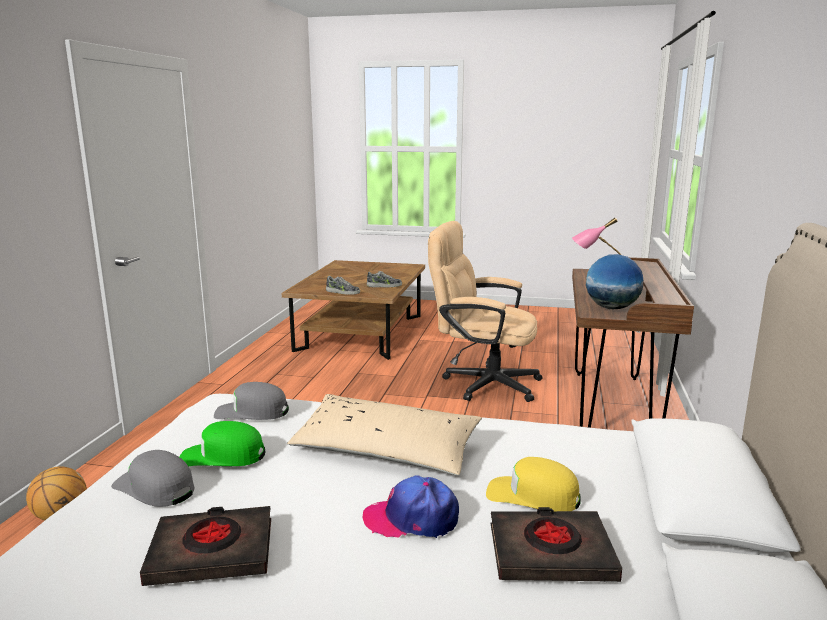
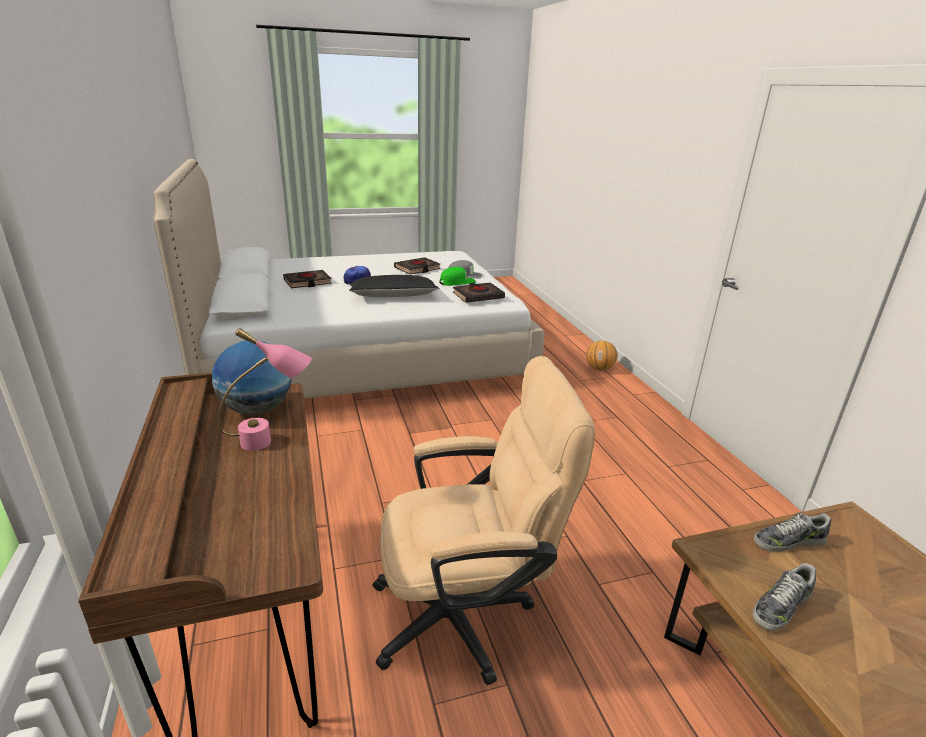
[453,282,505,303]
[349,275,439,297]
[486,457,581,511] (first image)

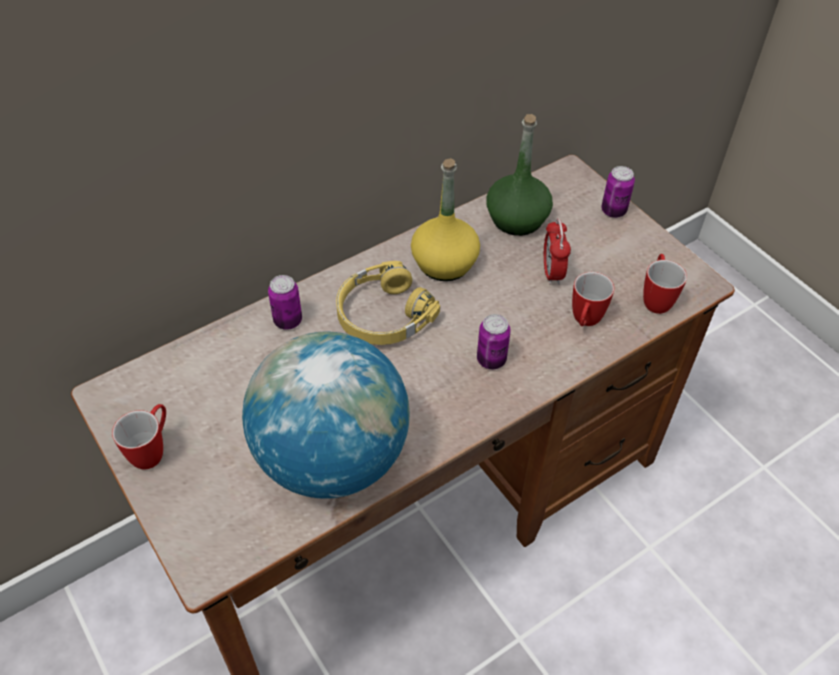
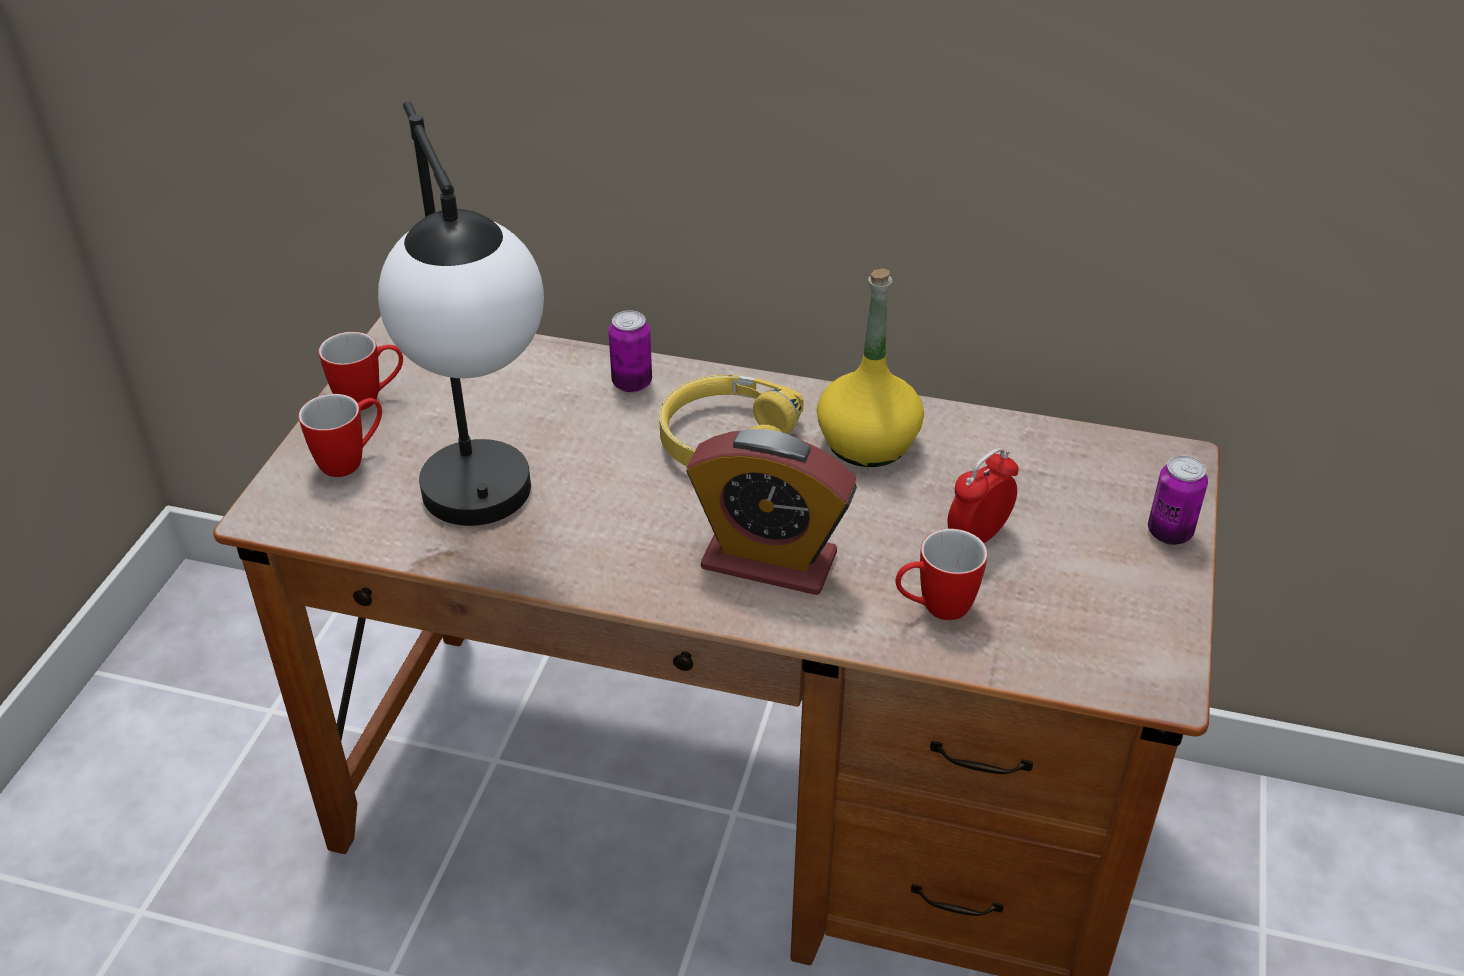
[486,114,553,236] (first image)
[298,394,382,477]
[686,429,857,595]
[378,101,544,526]

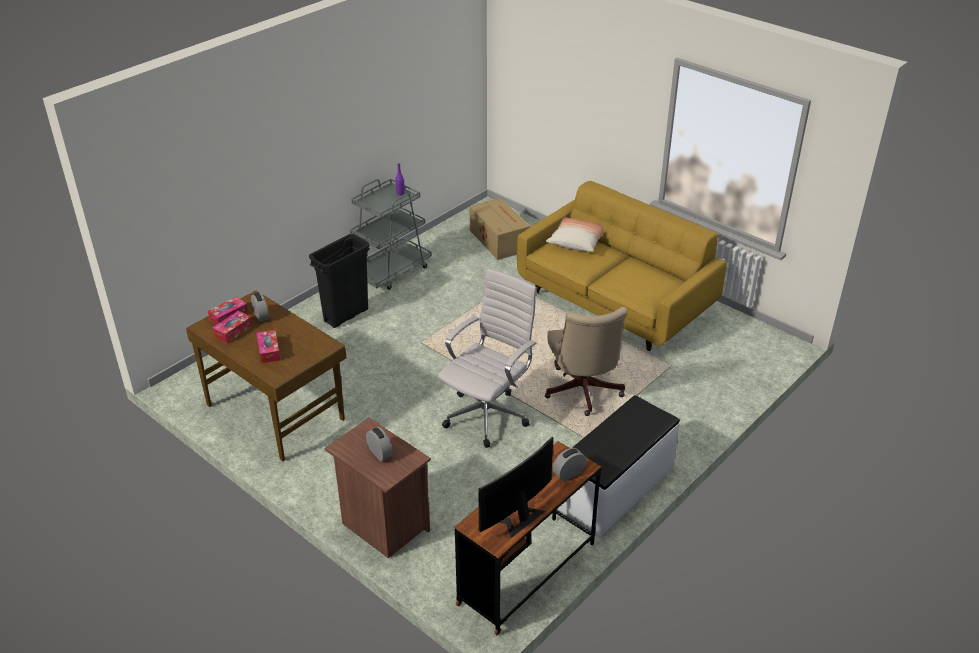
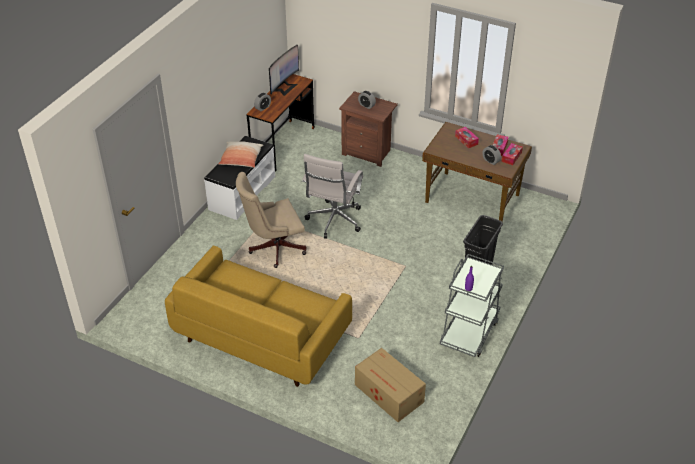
[218,141,263,168]
[236,172,307,268]

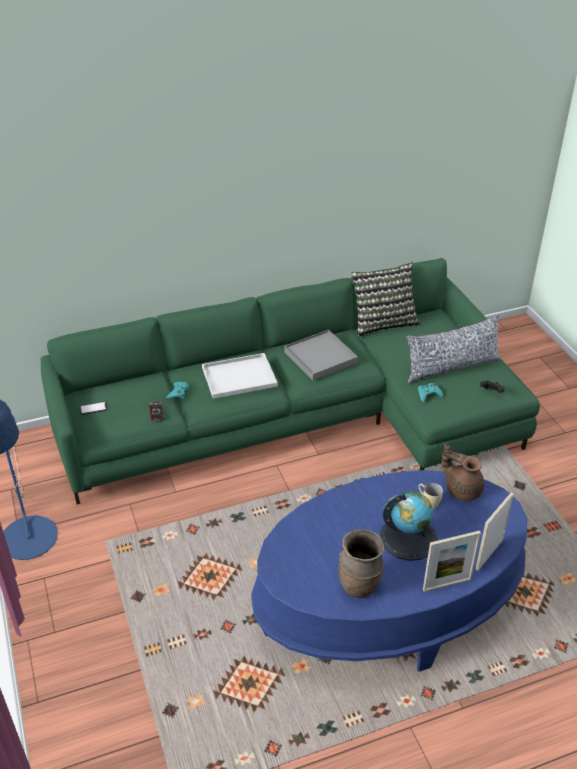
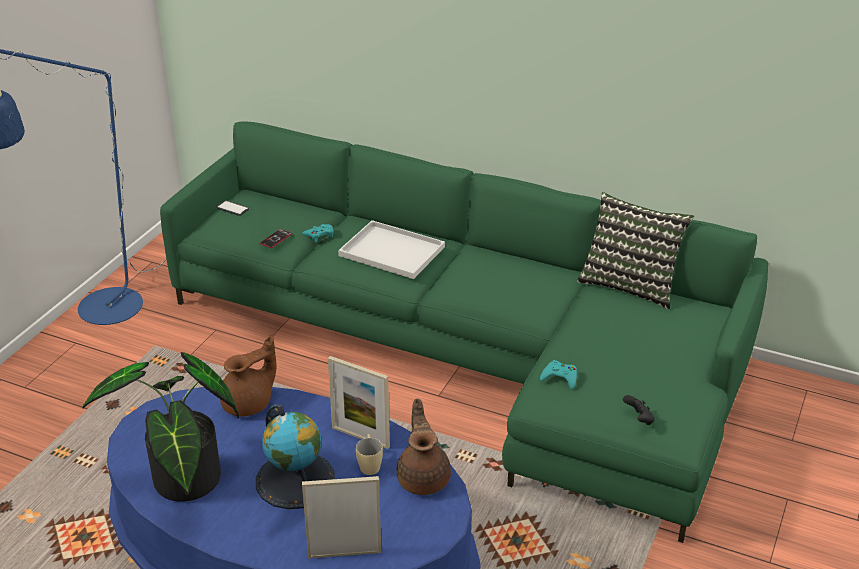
[406,314,502,383] (first image)
[285,330,358,380] (first image)
[82,352,239,501]
[328,356,390,449]
[220,336,277,416]

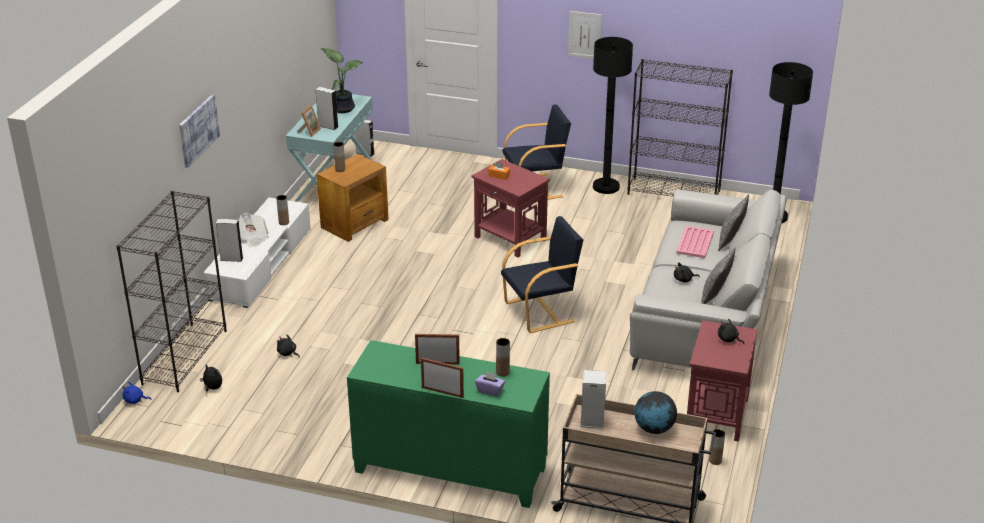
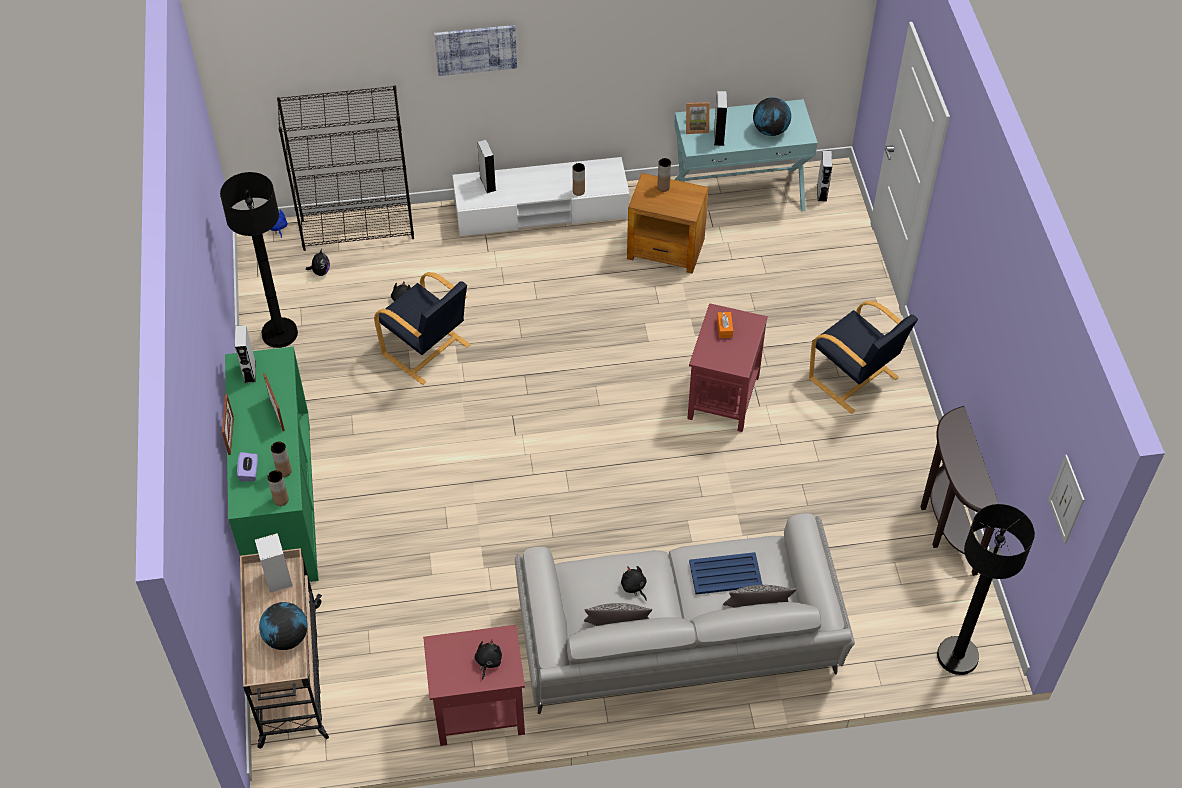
[1048,455,1085,544]
[220,172,298,348]
[753,97,791,136]
[921,406,999,576]
[238,213,269,247] (first image)
[374,272,471,385]
[689,552,763,595]
[267,470,289,506]
[235,325,256,383]

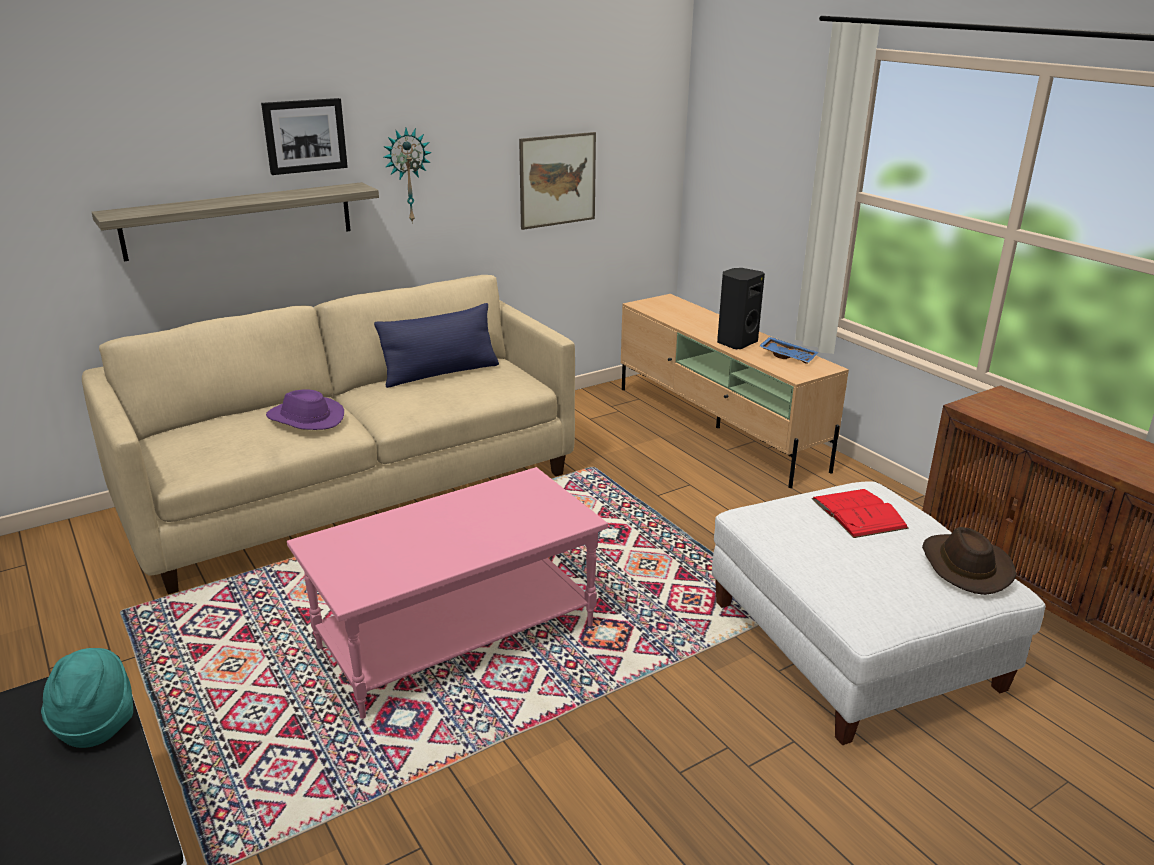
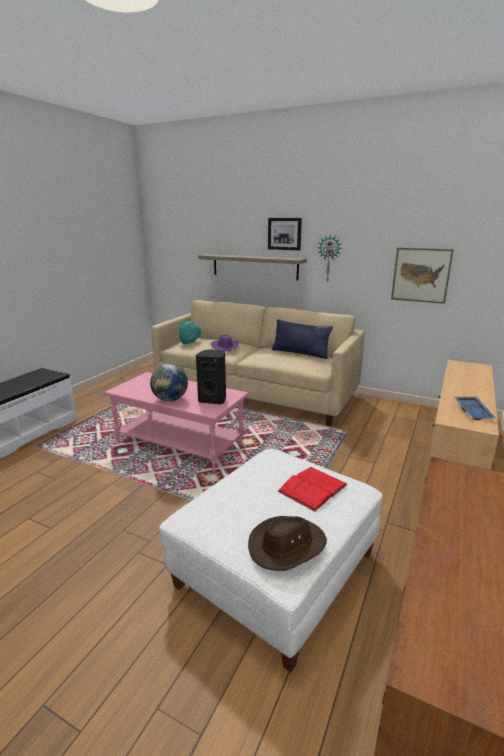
[196,349,226,404]
[179,321,201,344]
[150,364,188,402]

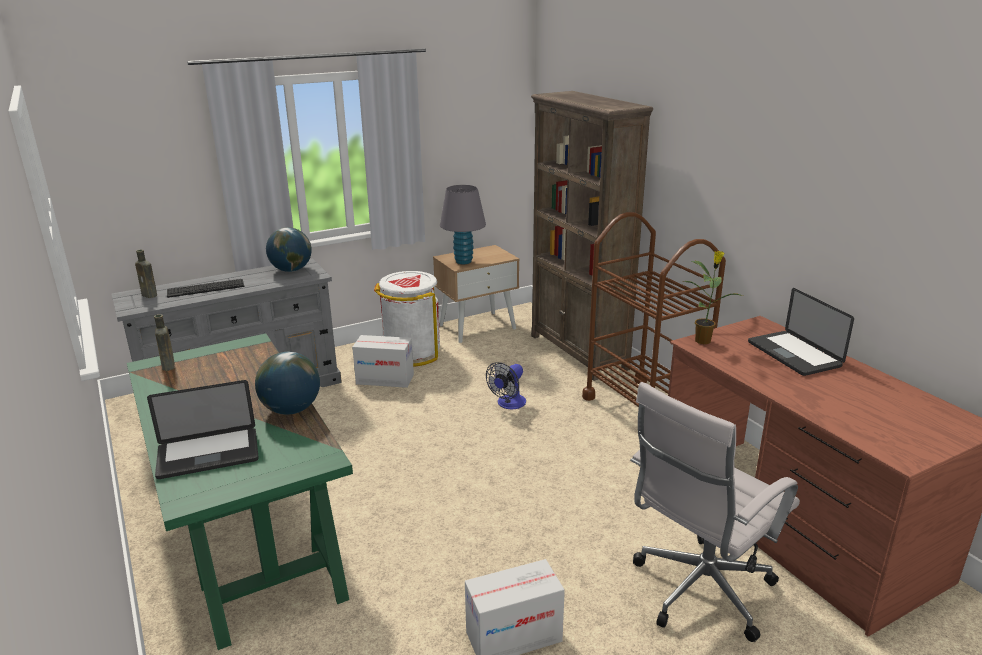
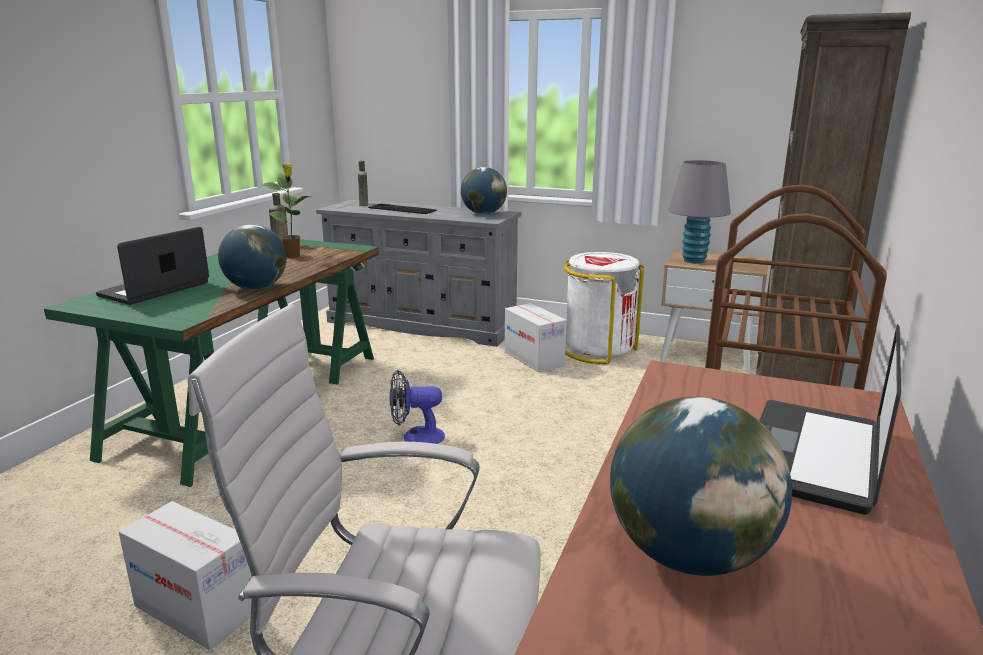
[260,164,310,258]
[390,370,445,444]
[96,227,209,305]
[610,397,792,576]

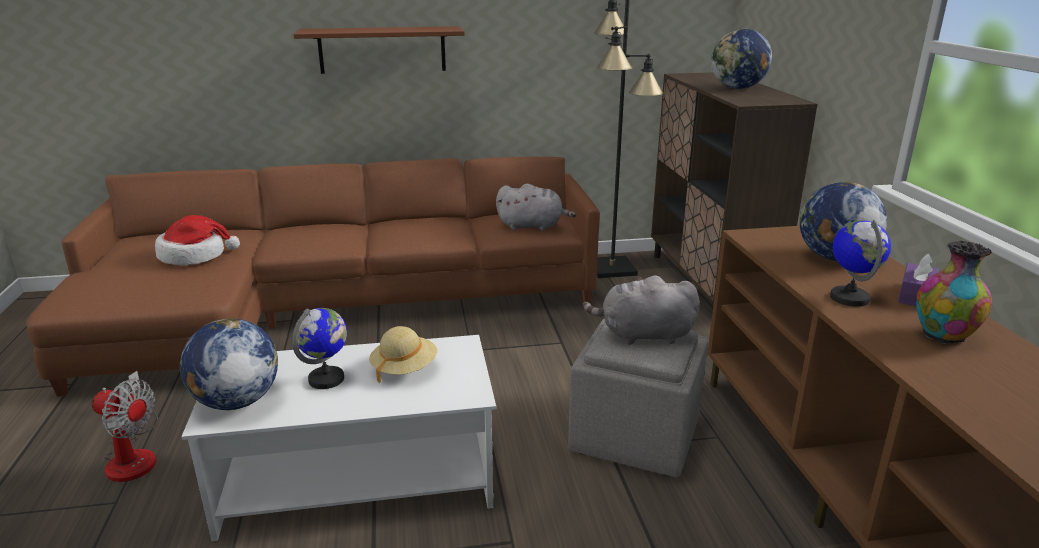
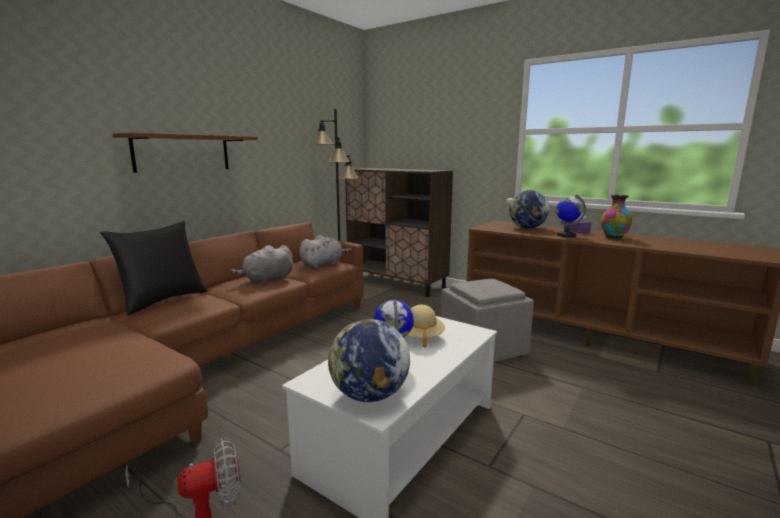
[711,29,772,89] (first image)
[155,215,240,265] (first image)
[230,245,293,284]
[100,221,208,316]

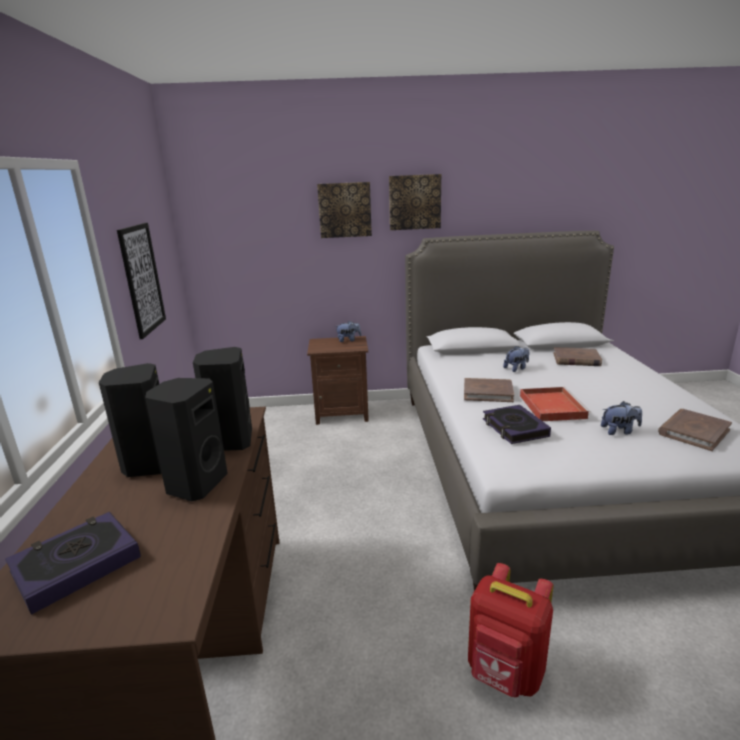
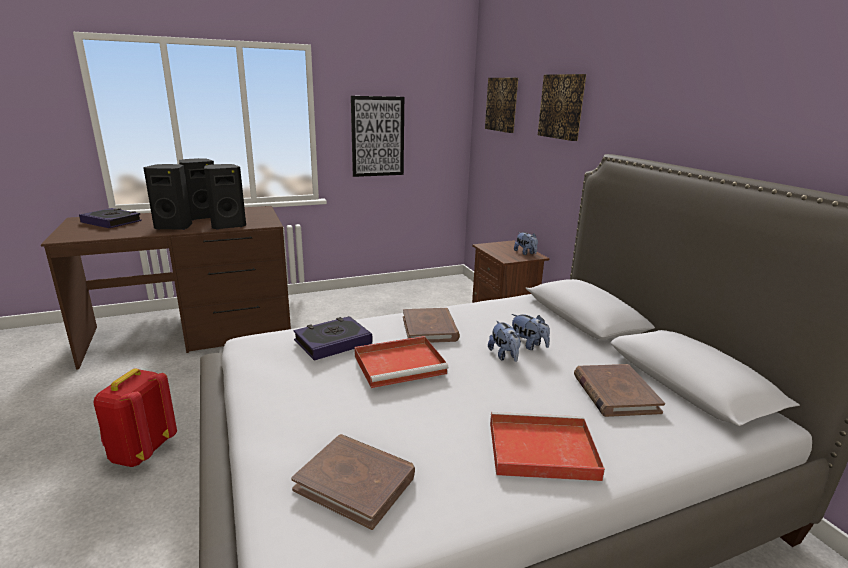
[485,78,518,133]
[488,321,521,362]
[490,412,605,481]

